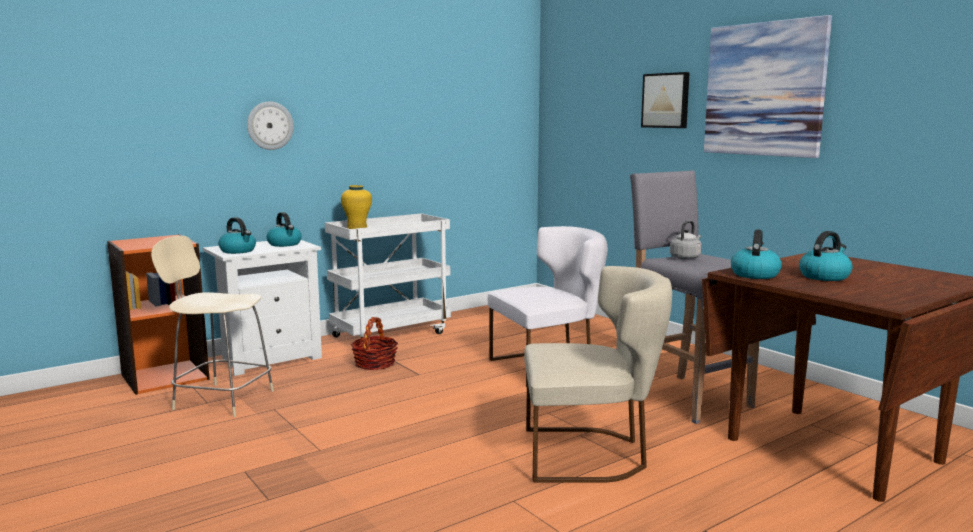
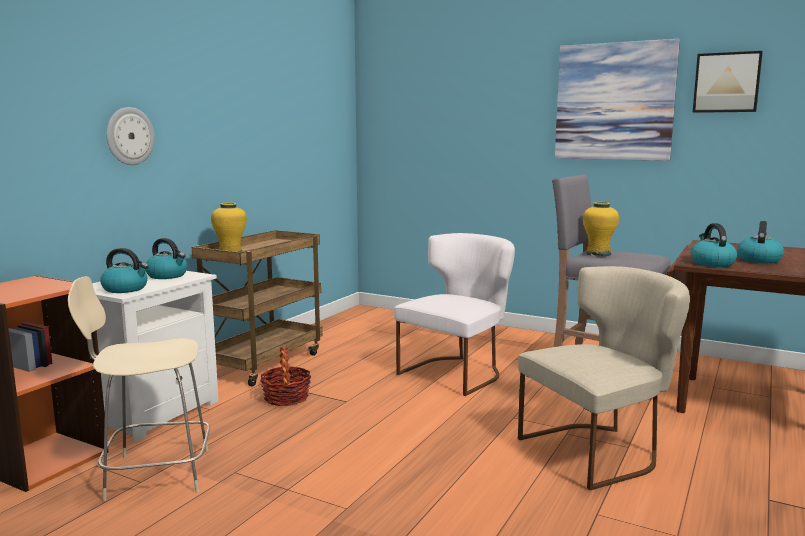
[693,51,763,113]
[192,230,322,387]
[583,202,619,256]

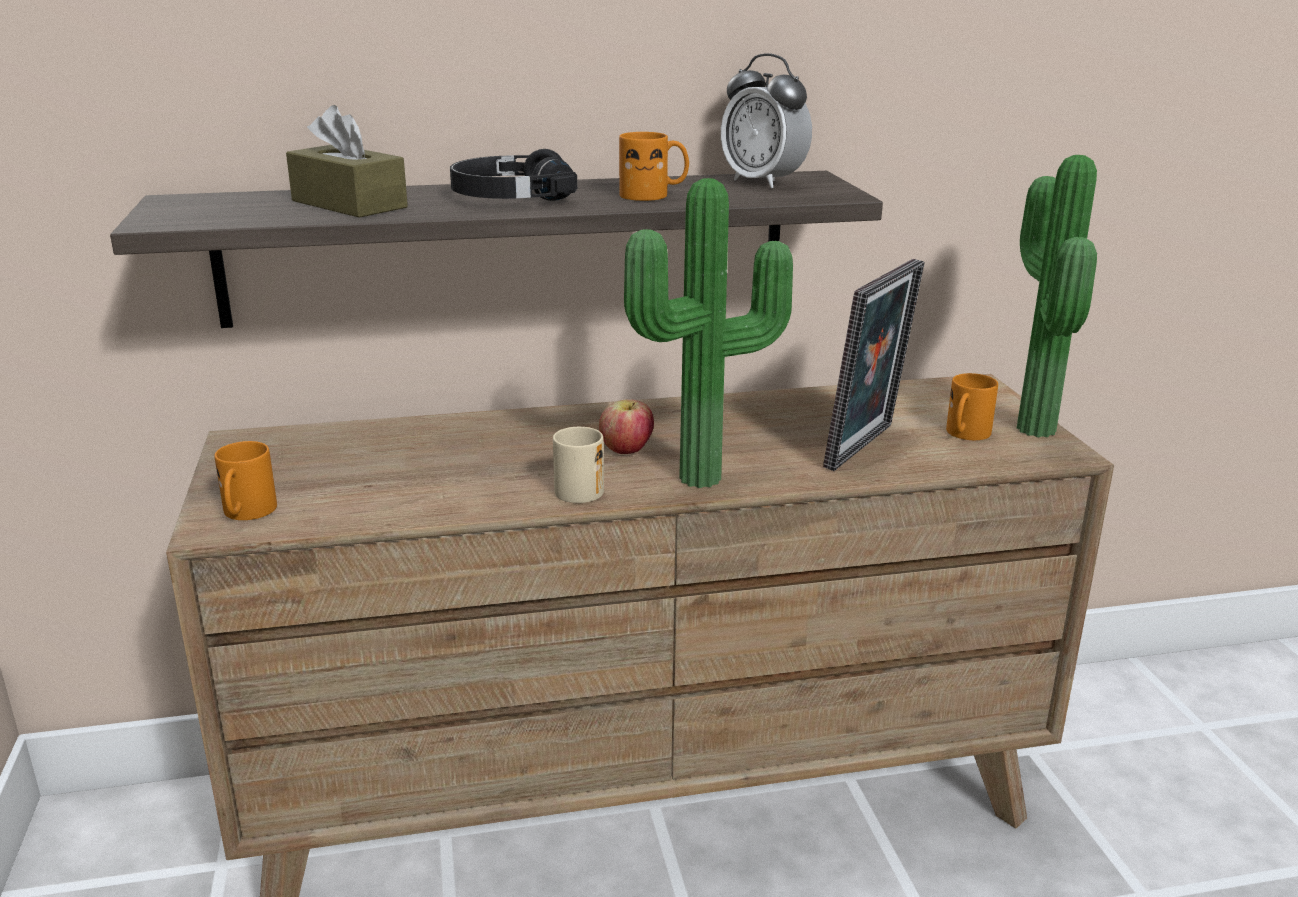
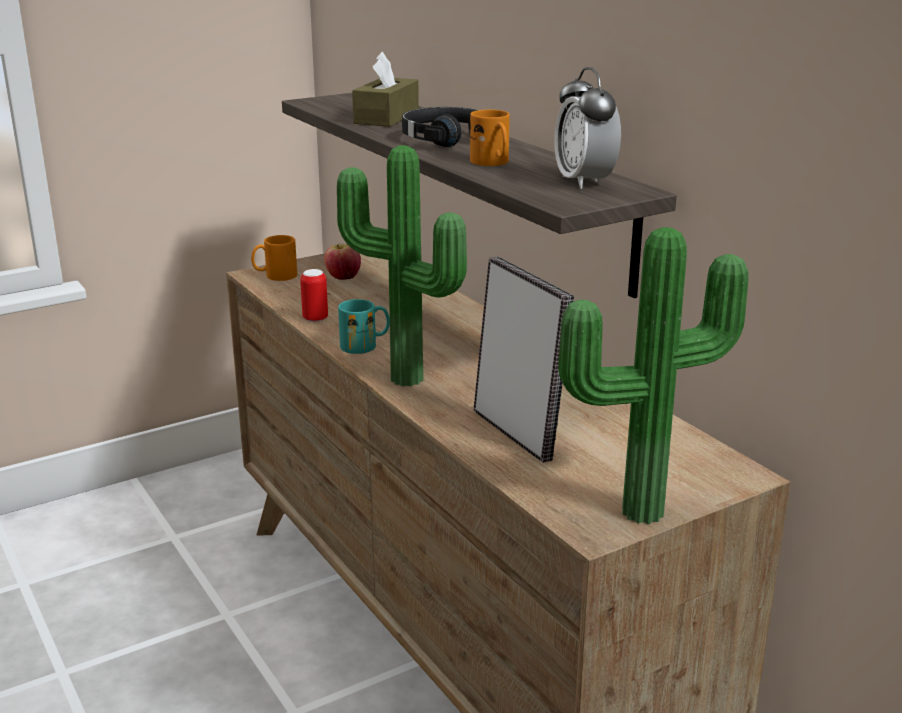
[554,67,621,189]
[474,257,574,463]
[946,373,998,440] (first image)
[324,244,361,280]
[338,299,390,354]
[300,269,328,322]

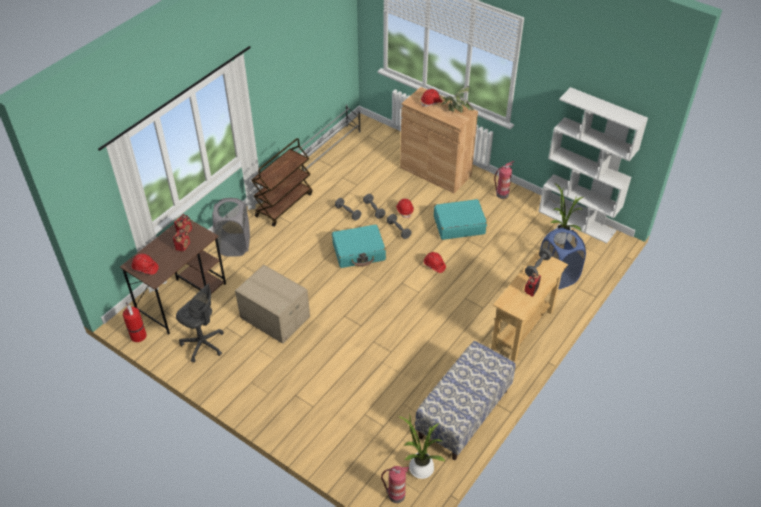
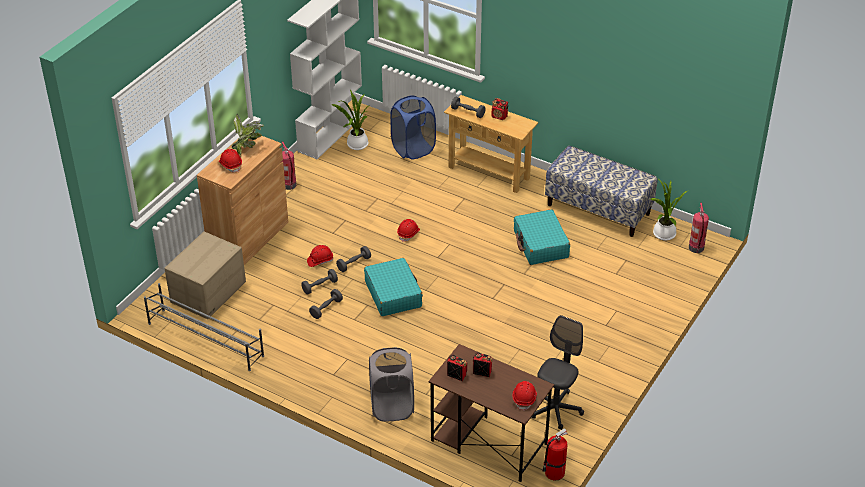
[251,138,312,227] (first image)
[514,210,570,265]
[164,231,246,319]

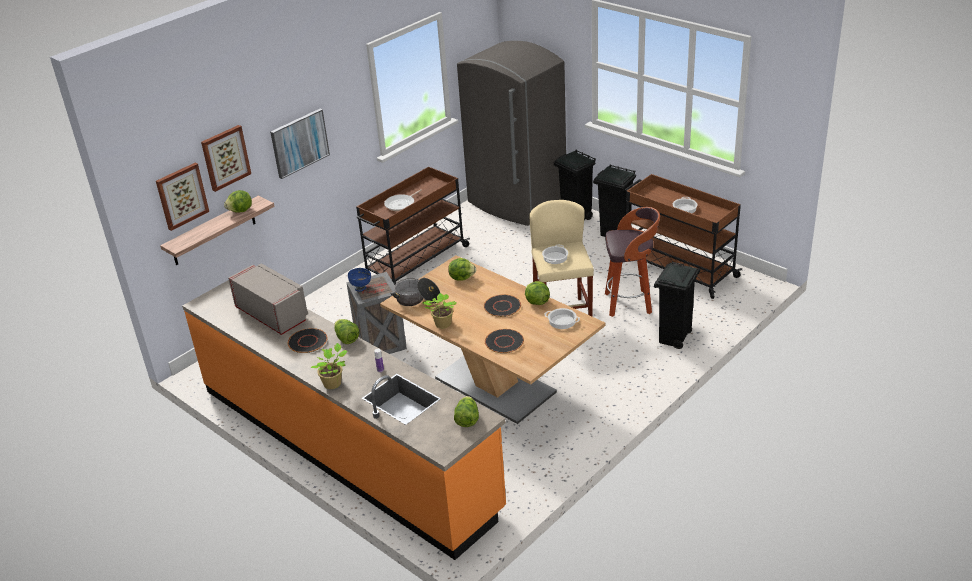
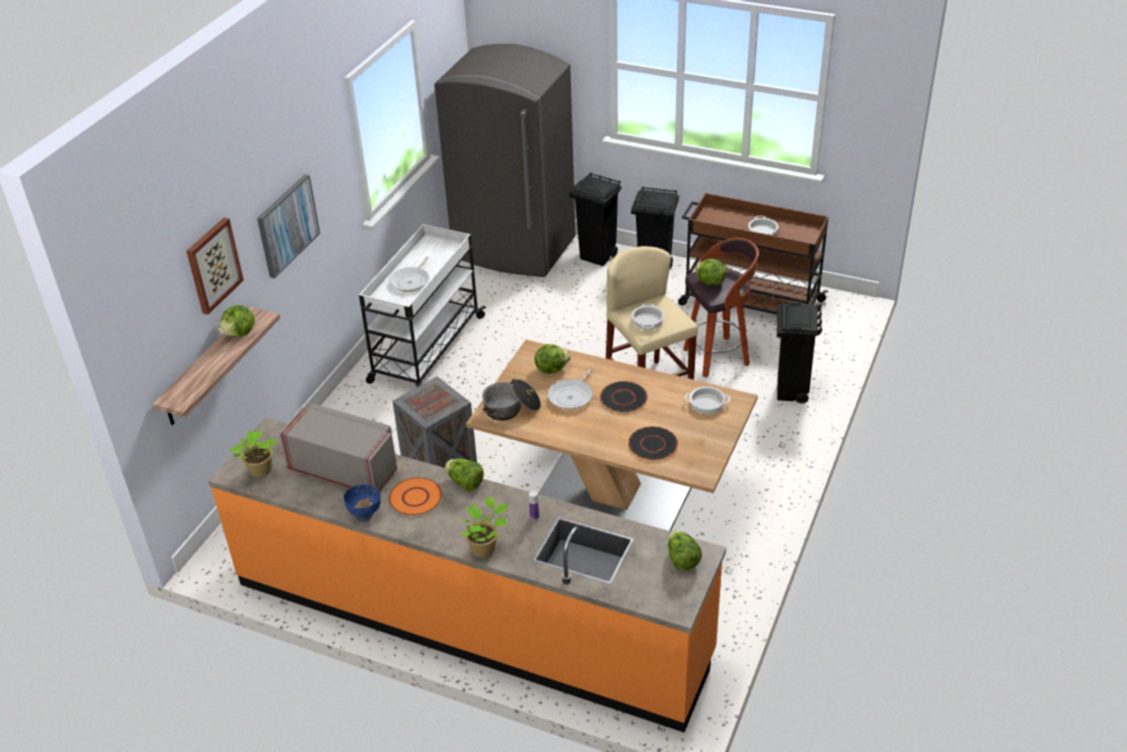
[156,163,209,231] (first image)
[359,224,486,387]
[344,484,381,522]
[695,259,726,286]
[228,430,276,477]
[389,477,442,515]
[548,367,593,410]

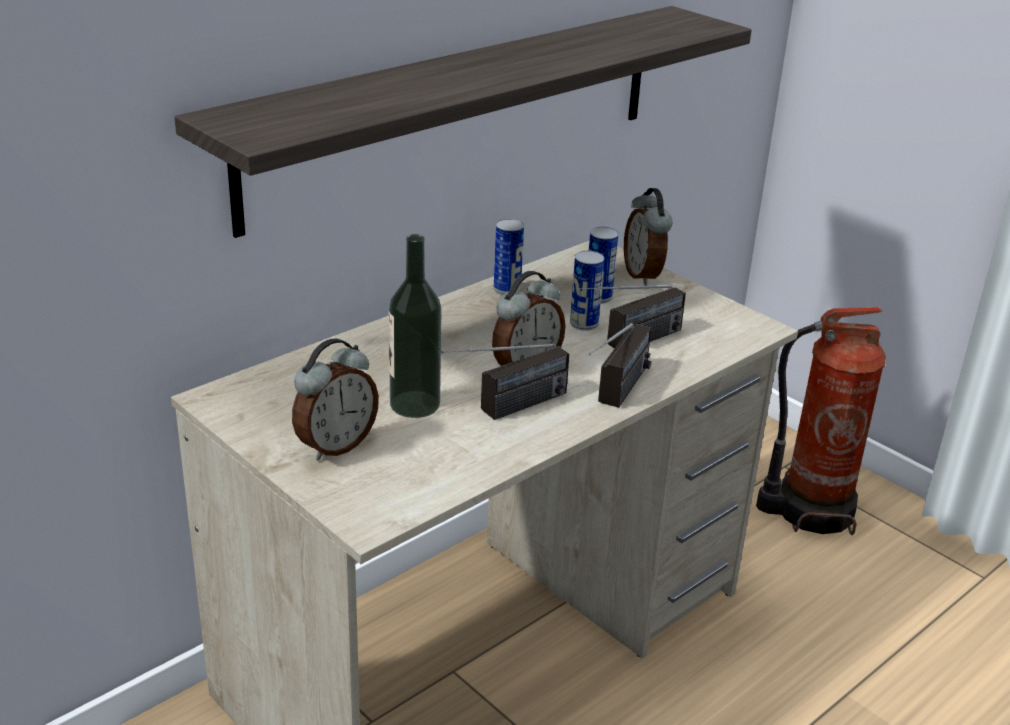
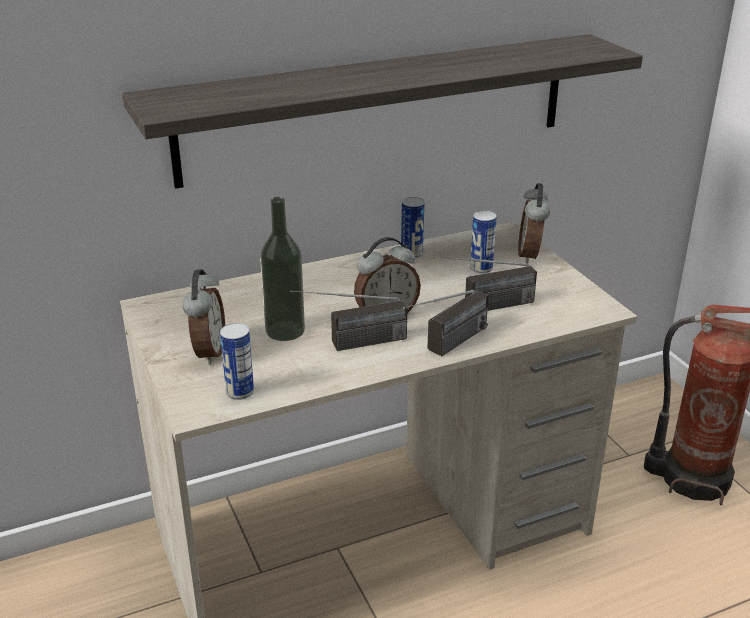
[220,323,254,400]
[183,269,225,364]

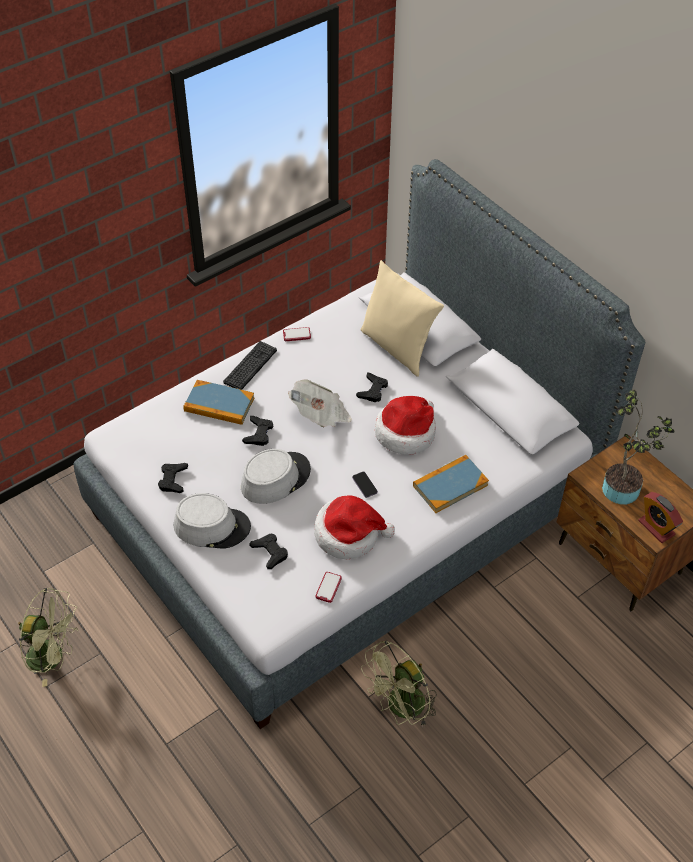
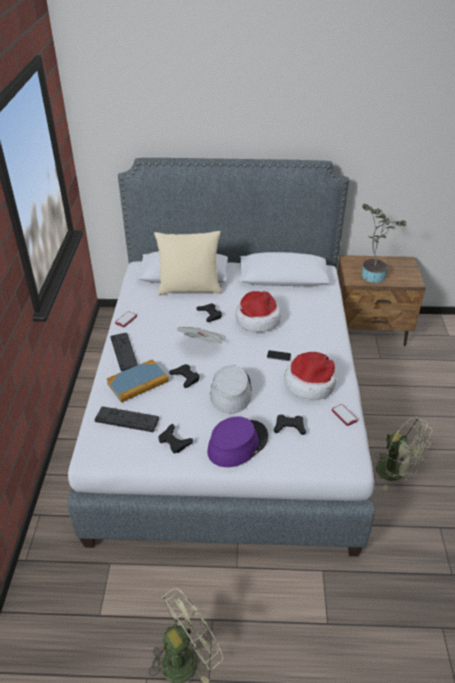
[413,455,489,513] (first image)
[639,492,683,543] (first image)
[207,416,268,467]
[375,417,433,491]
[95,406,159,432]

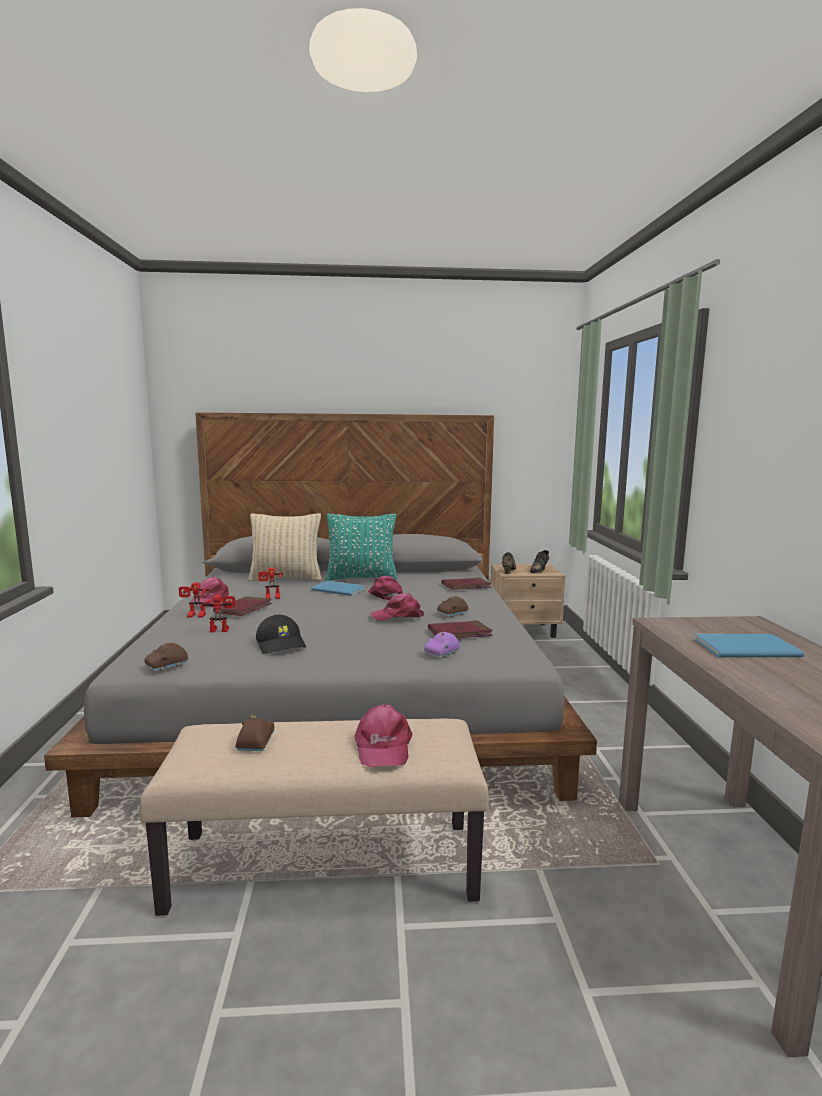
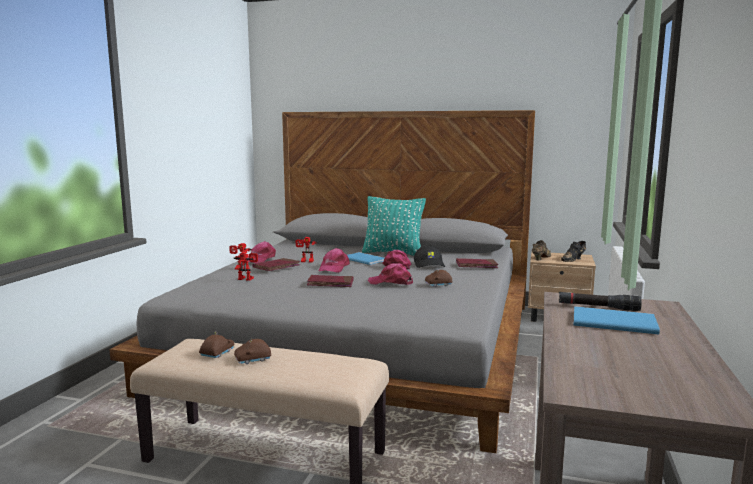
[248,513,321,581] (first image)
[414,245,445,268]
[307,275,354,287]
[424,631,460,658] (first image)
[234,338,271,364]
[319,248,350,273]
[559,292,642,311]

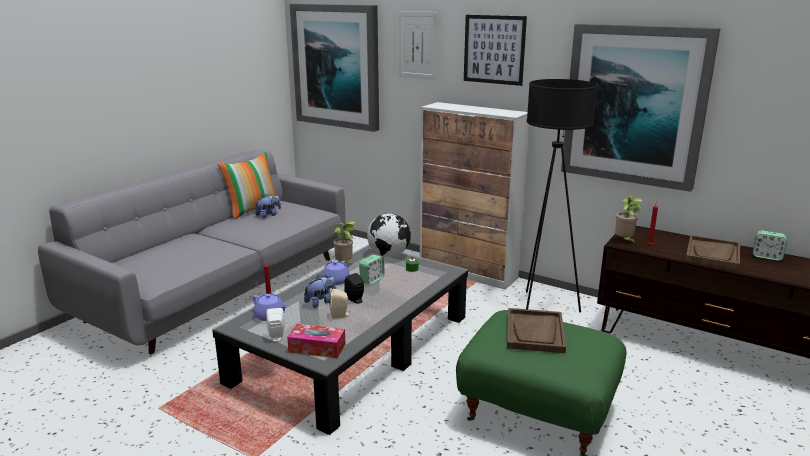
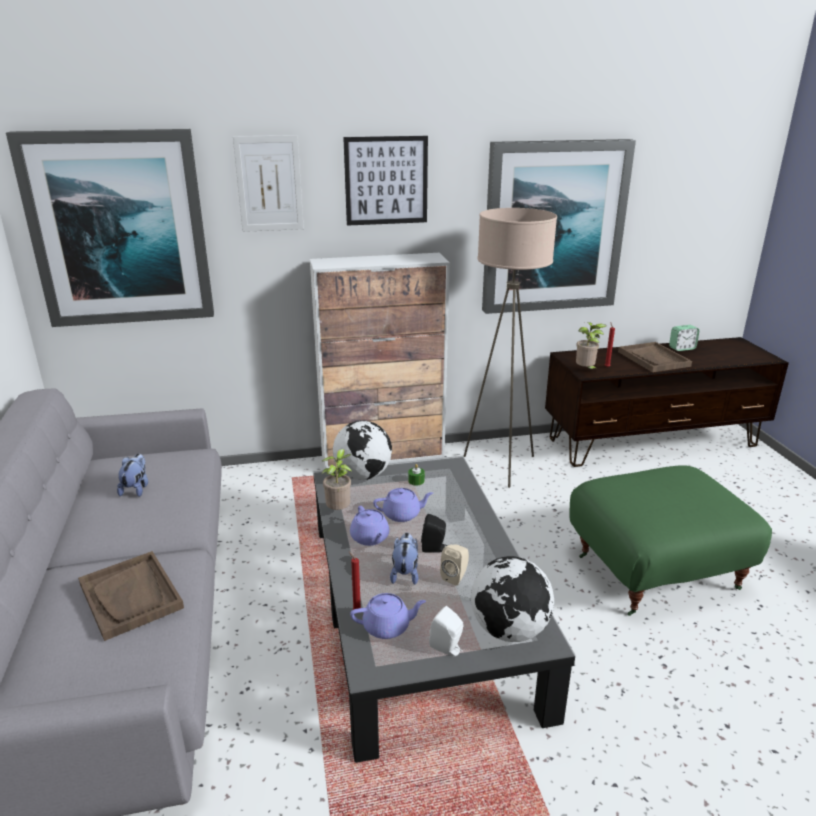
[464,208,557,488]
[217,152,281,219] (first image)
[373,488,433,522]
[78,551,184,641]
[471,556,554,642]

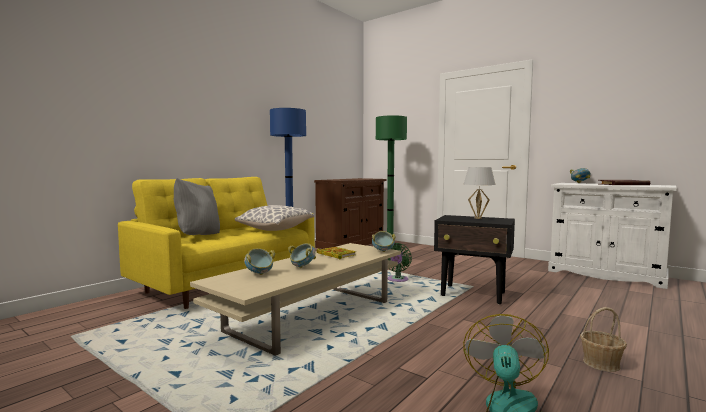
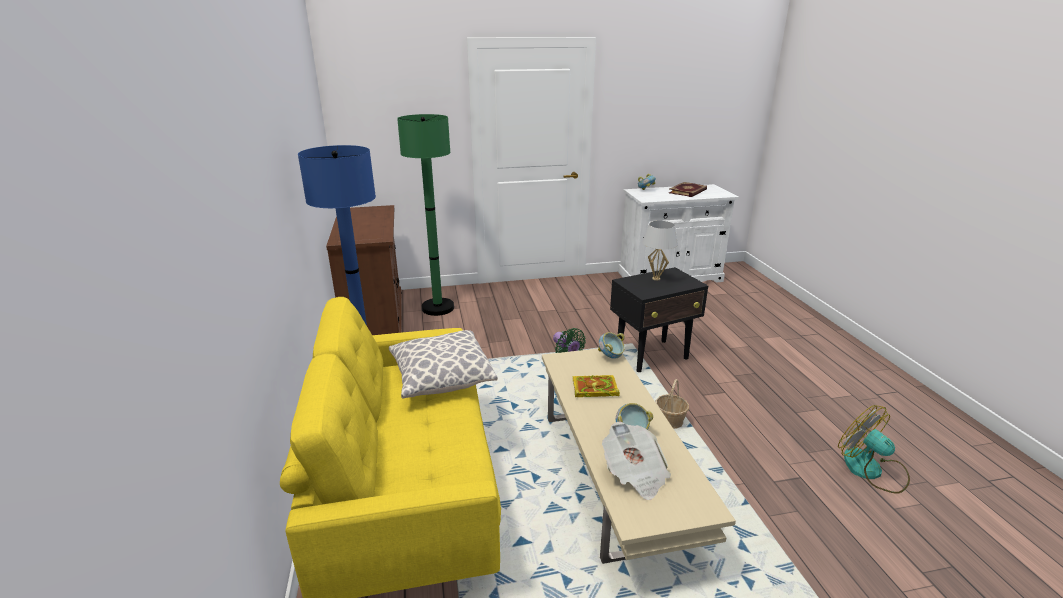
[174,178,220,235] (first image)
[602,422,671,500]
[655,379,689,429]

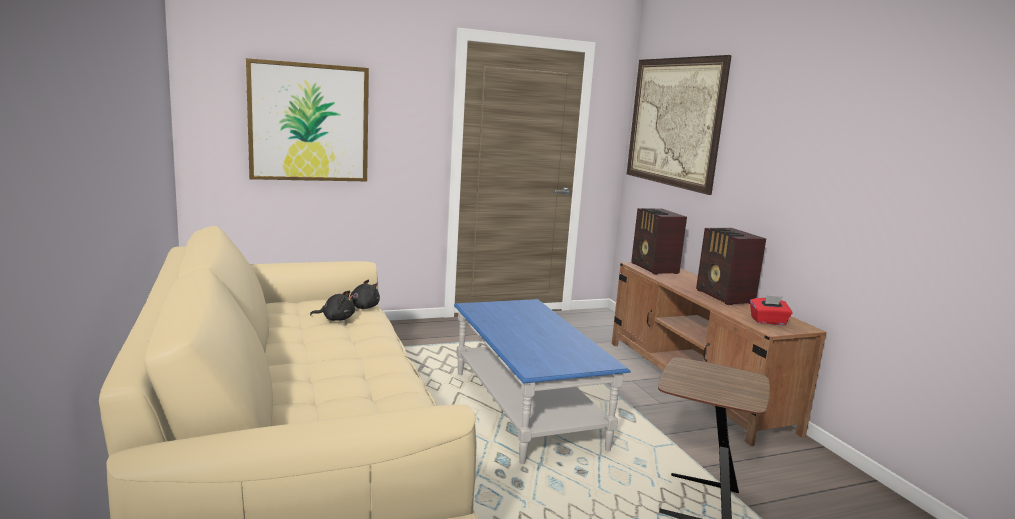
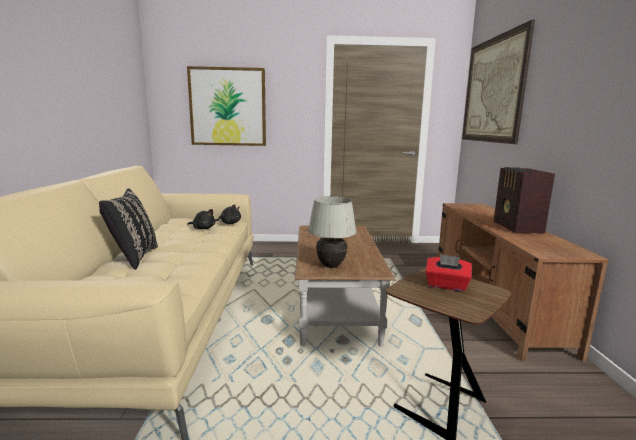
[631,208,687,275] (first image)
[425,254,472,291]
[295,225,395,347]
[99,188,158,270]
[308,196,357,268]

